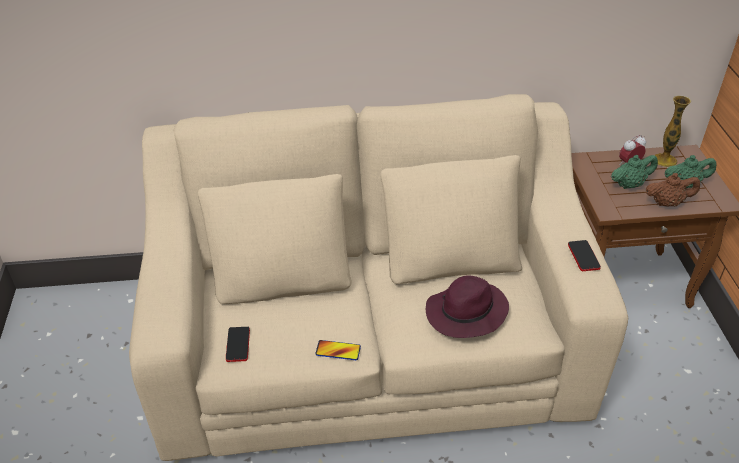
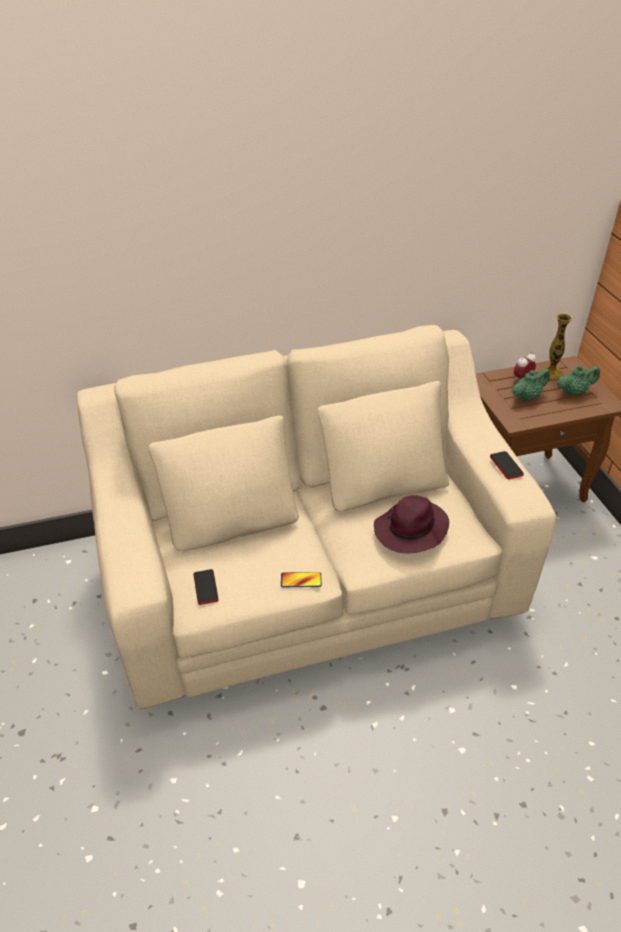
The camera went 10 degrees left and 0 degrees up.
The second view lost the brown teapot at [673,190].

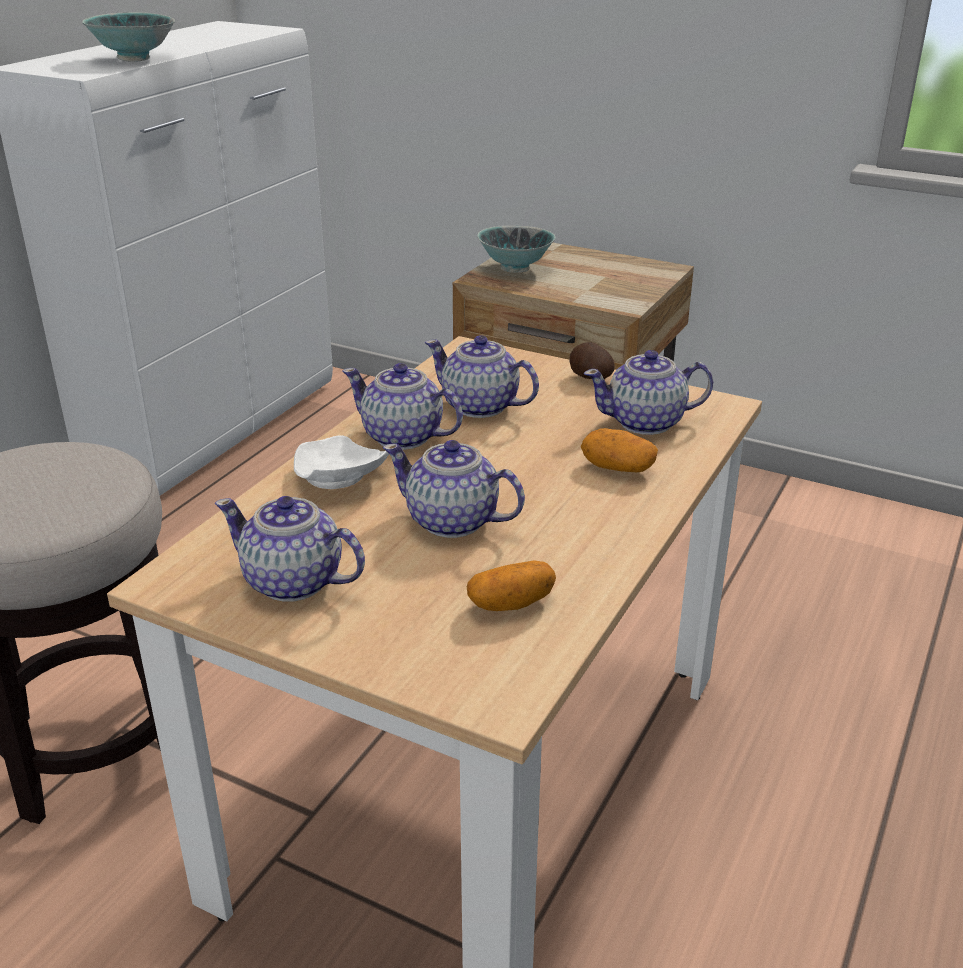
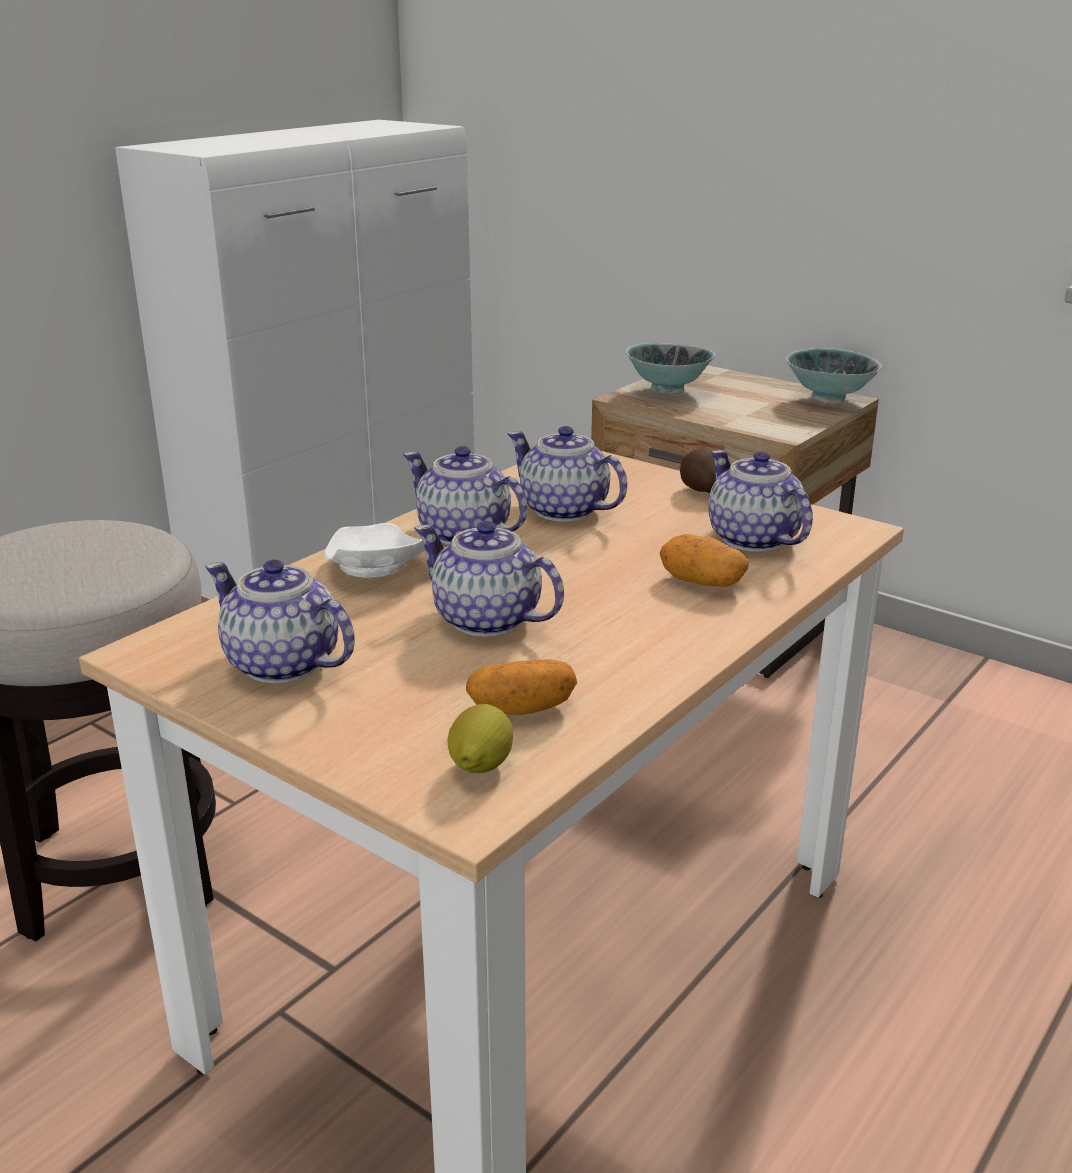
The camera went 10 degrees right and 5 degrees down.
The second view gained the lemon at [480,738].
The teapot at [648,392] ended up facing another way, 60 degrees clockwise from before.
The bowl ended up elsewhere, having gone from [128,37] to [834,376].

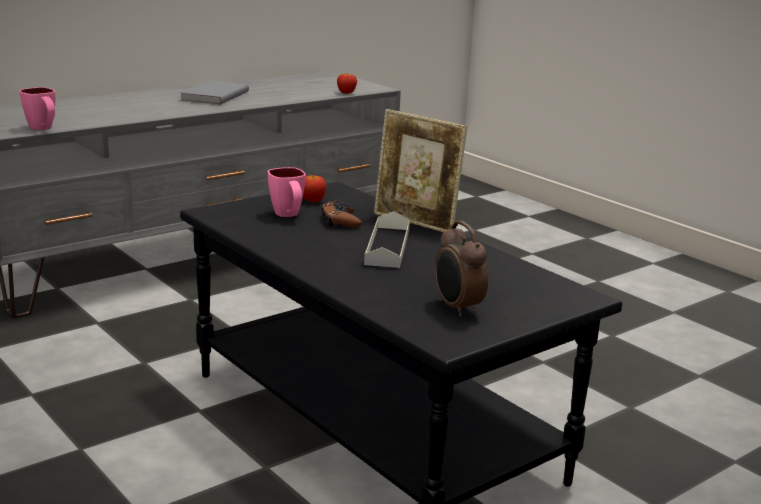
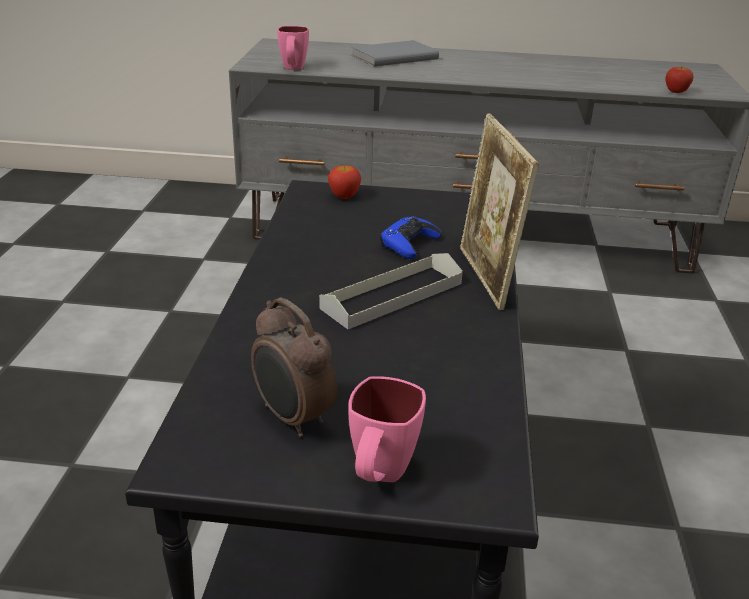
The camera went 45 degrees right and 10 degrees up.
The alarm clock at [461,269] ended up facing another way, 60 degrees counterclockwise from before.
The apple ended up elsewhere, having gone from [315,188] to [344,182].
The pink mug ended up elsewhere, having gone from [286,192] to [387,429].
The grey book ended up elsewhere, having gone from [214,92] to [395,53].
What was the brown game controller at [342,214] turned into the blue game controller at [411,237].

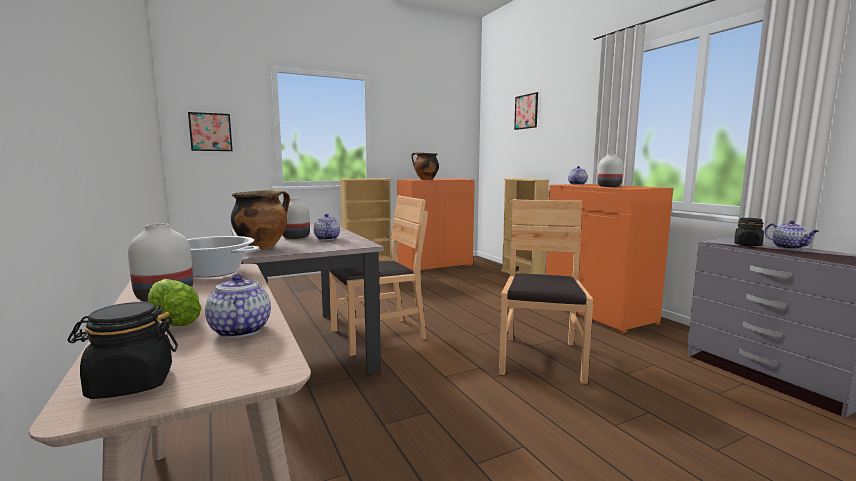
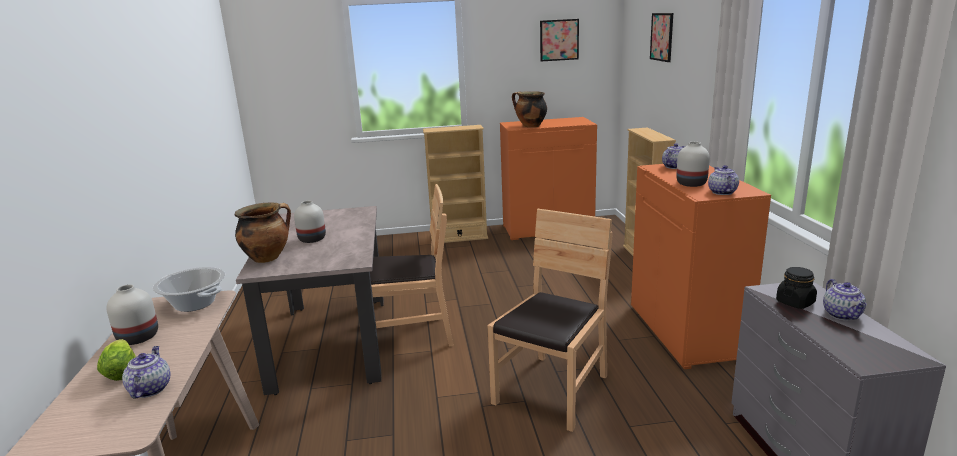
The camera went 20 degrees right and 10 degrees up.
The picture ended up elsewhere, having gone from [210,131] to [559,40].
The teapot ended up elsewhere, having gone from [326,227] to [723,180].
The second view lost the black jar at [123,350].

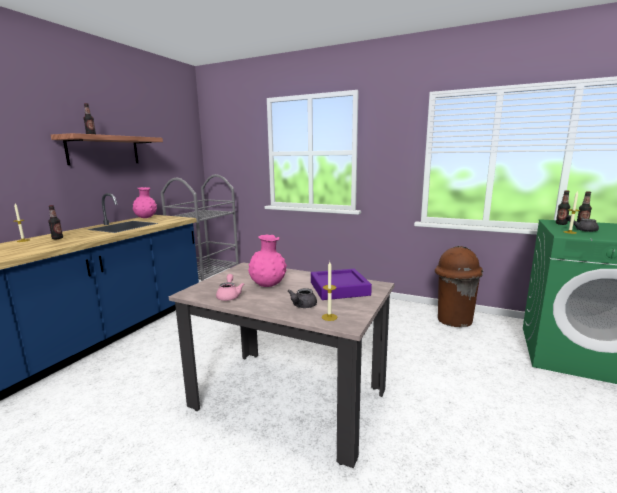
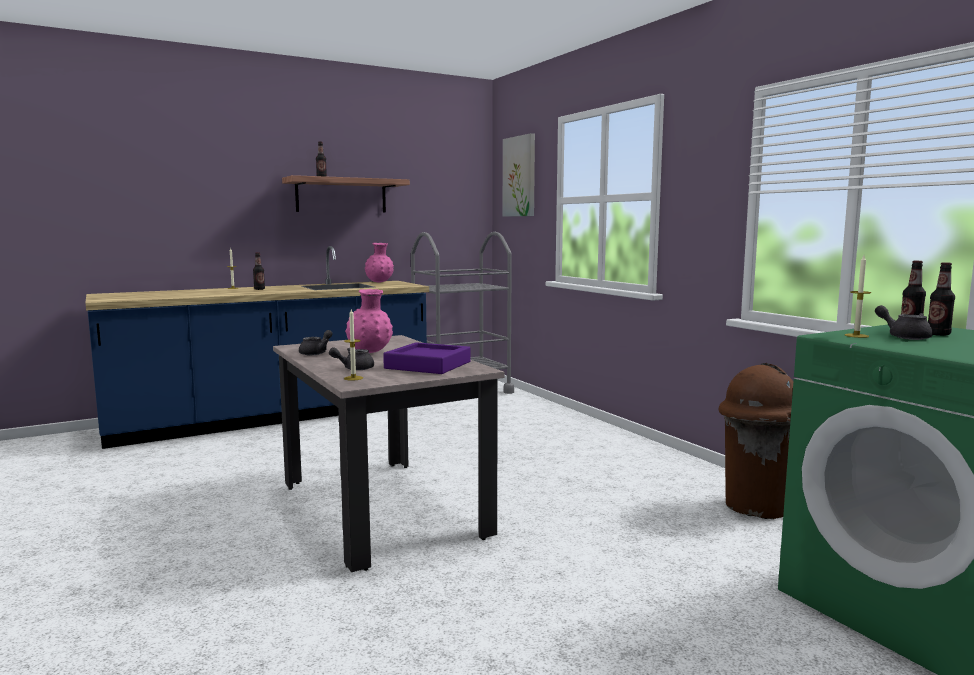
The camera went 35 degrees right and 5 degrees down.
What was the pink teapot at [230,287] turned into the grey teapot at [316,342].
The second view gained the picture at [519,175].

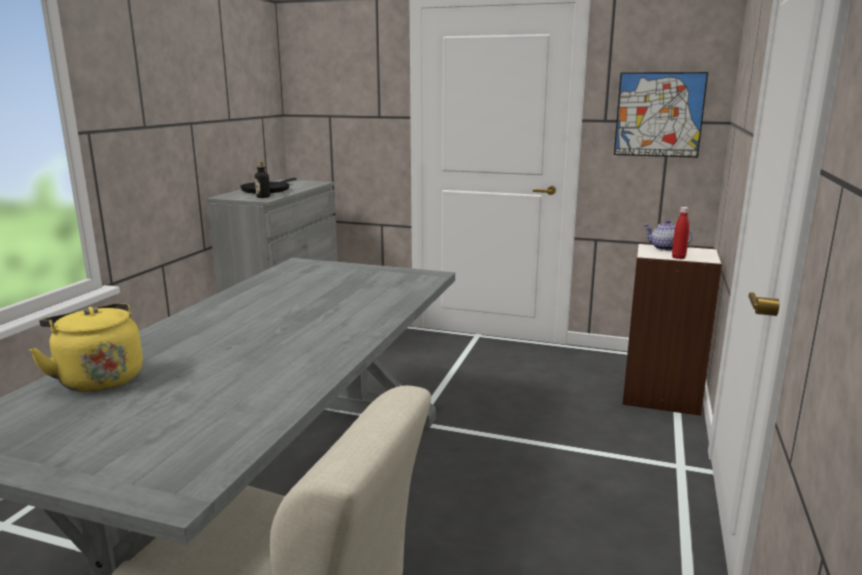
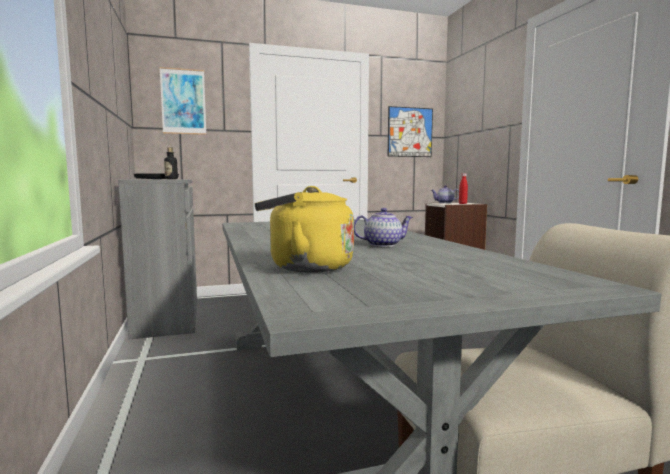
The camera went 35 degrees left and 10 degrees down.
The second view gained the picture at [183,101].
The second view gained the teapot at [383,227].

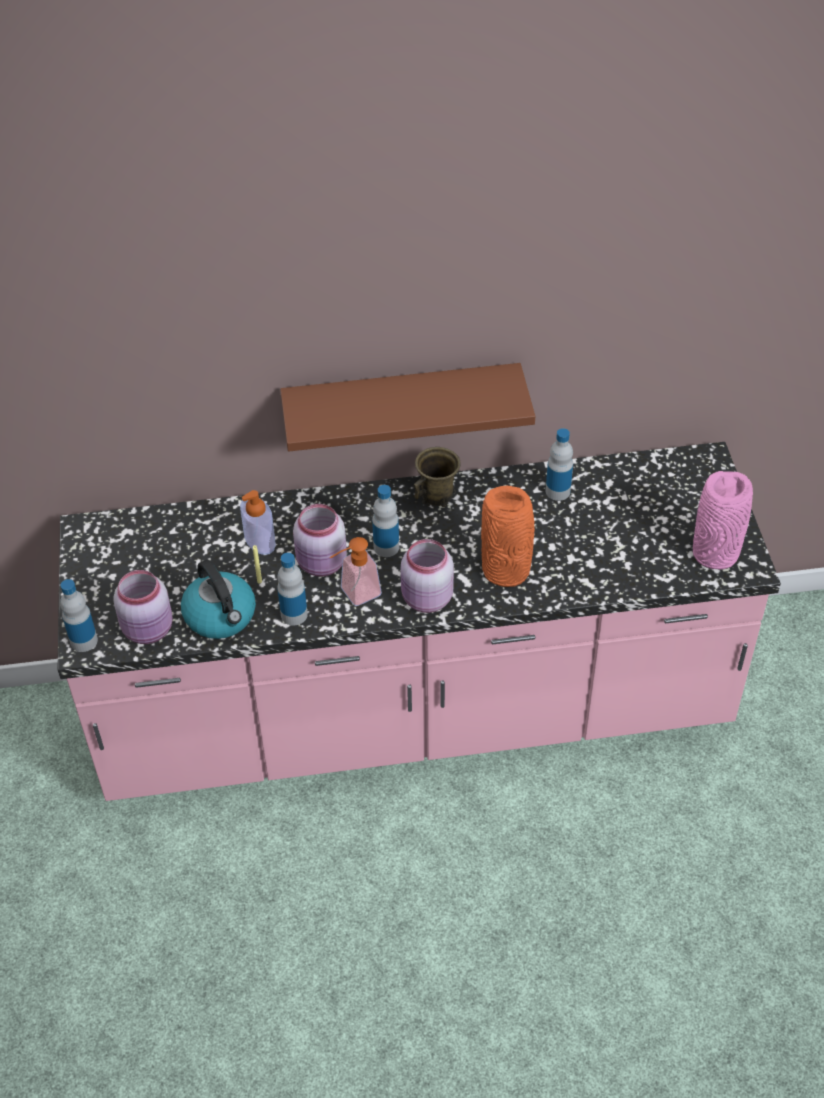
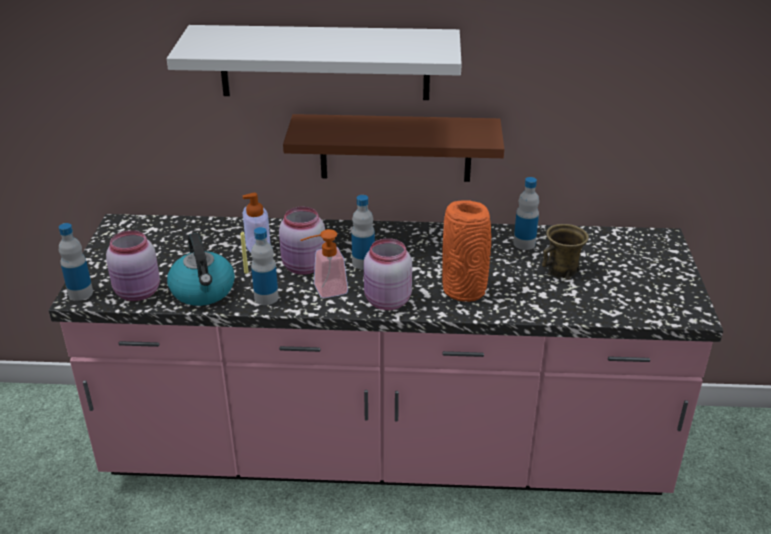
The camera went 10 degrees right and 15 degrees down.
The second view gained the white shelf at [314,62].
The brown mug ended up elsewhere, having gone from [437,477] to [565,251].
The second view lost the pink vase at [723,520].

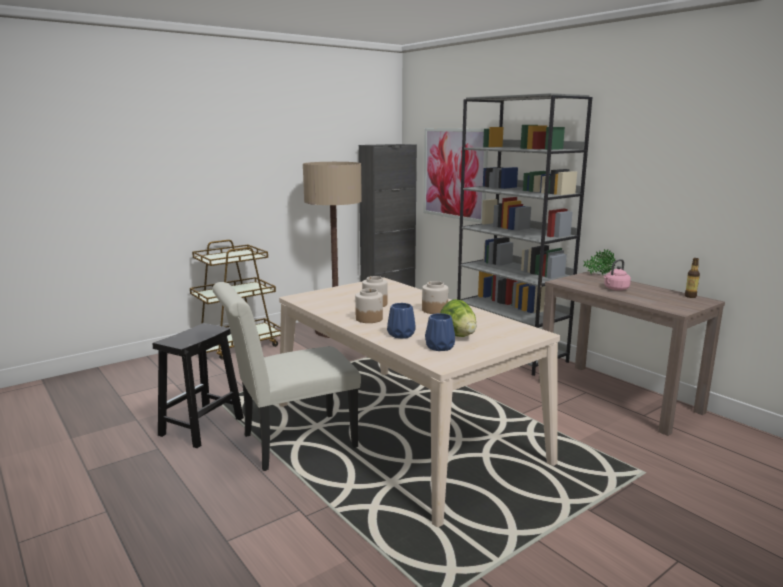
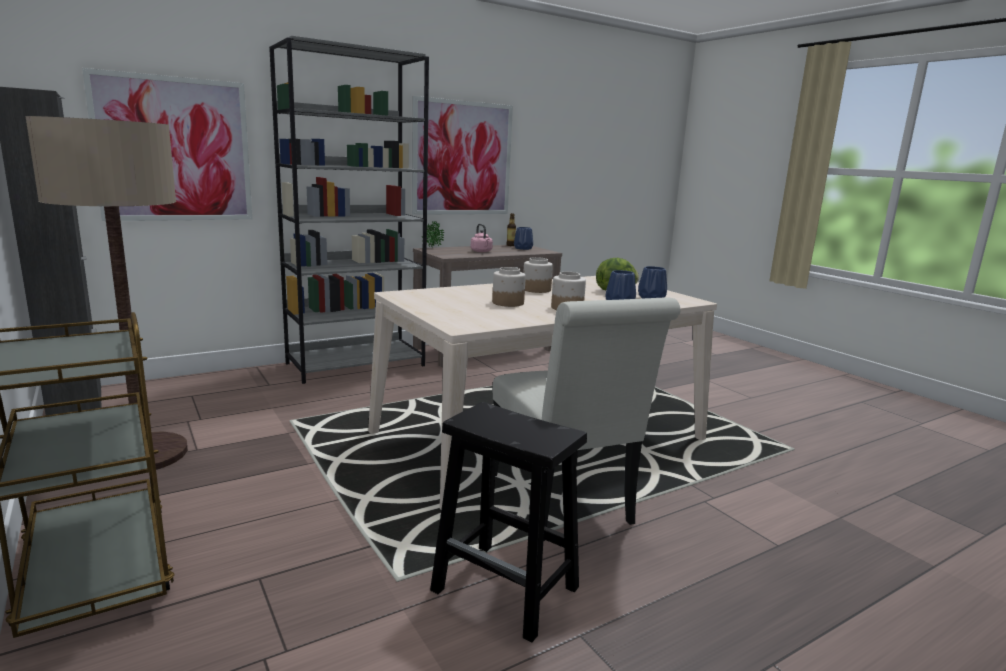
The camera went 85 degrees left and 0 degrees up.
The second view gained the picture at [462,155].
The second view gained the blue vase at [523,238].

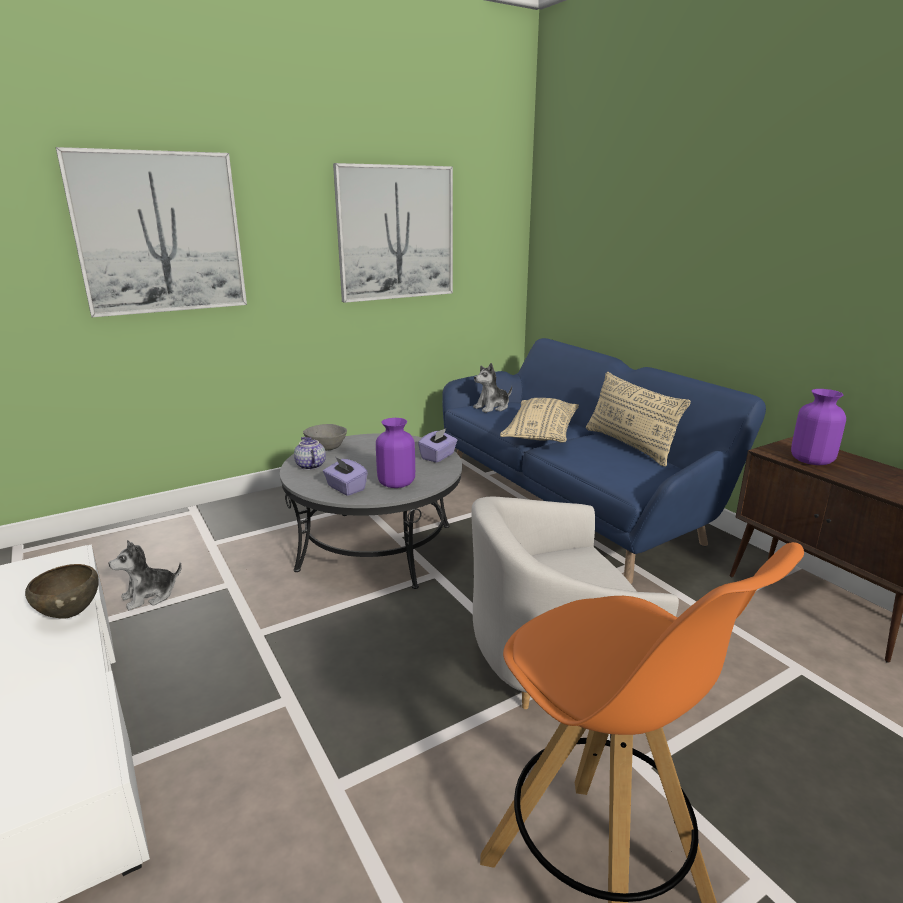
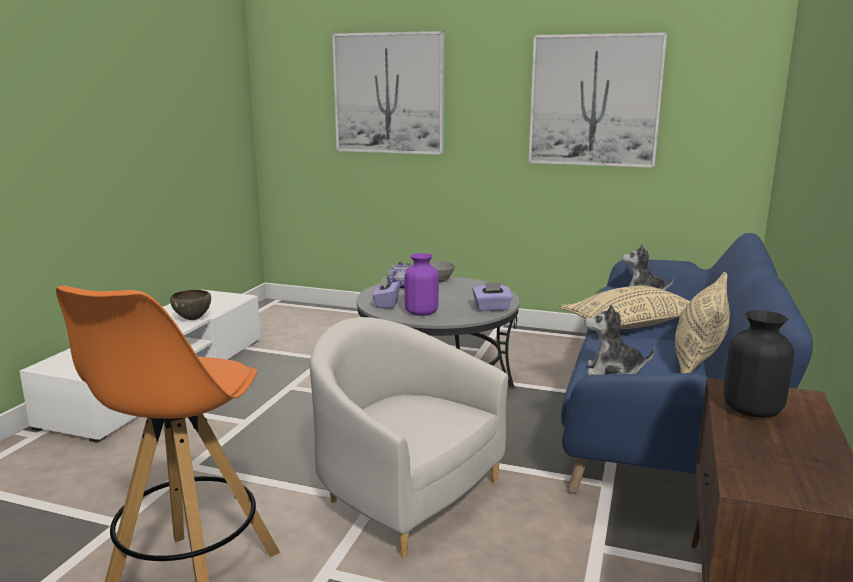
The camera went 50 degrees right and 5 degrees down.
The plush toy ended up elsewhere, having gone from [145,575] to [620,339].
What was the purple vase at [818,427] turned into the black vase at [758,364].

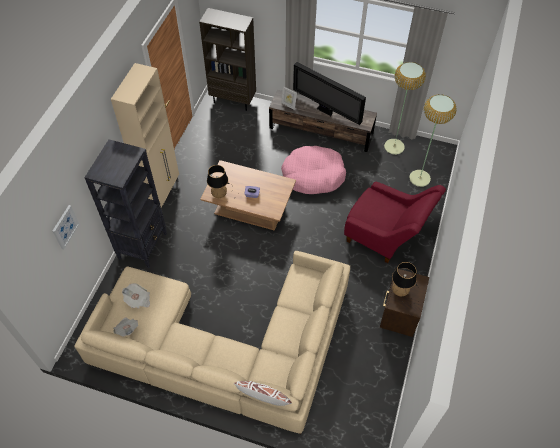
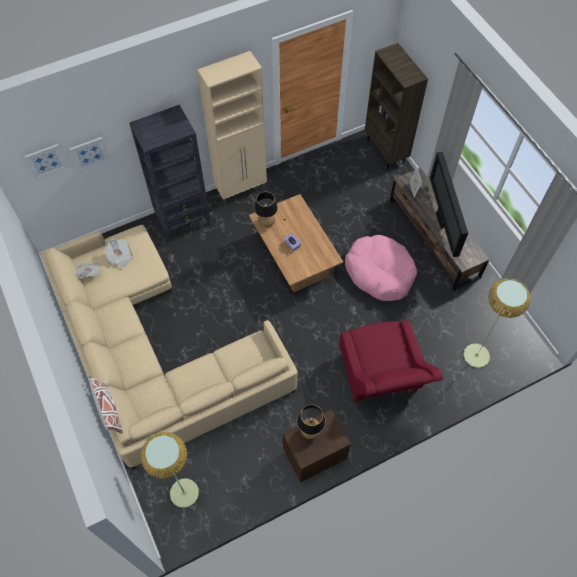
The camera went 45 degrees right and 5 degrees up.
The second view gained the picture at [46,161].
The floor lamp ended up elsewhere, having gone from [405,108] to [170,470].

